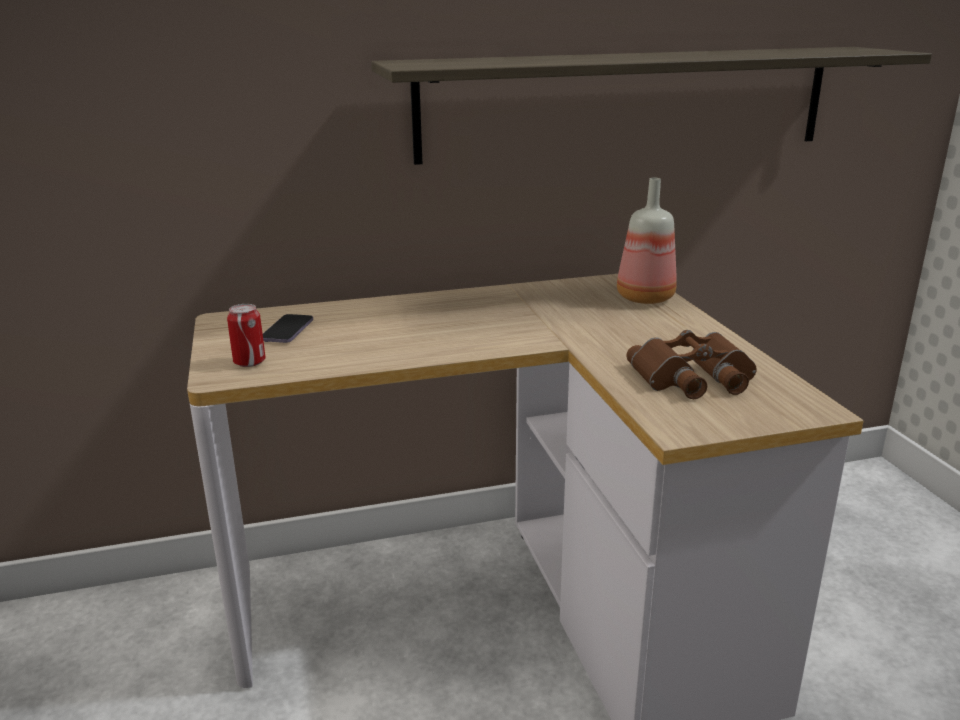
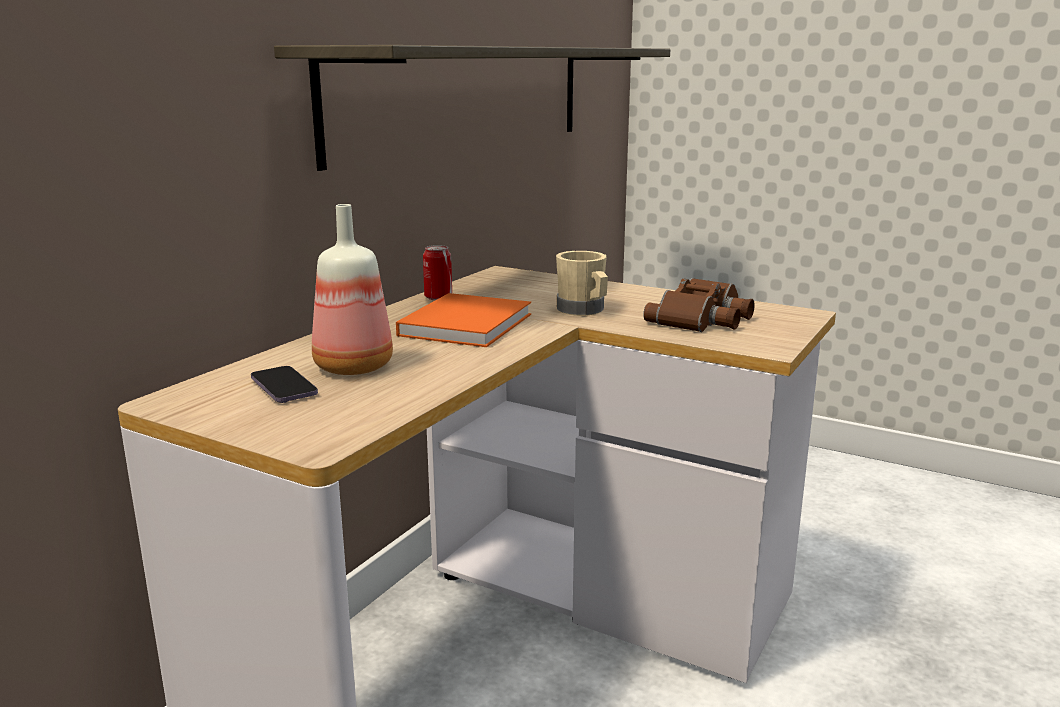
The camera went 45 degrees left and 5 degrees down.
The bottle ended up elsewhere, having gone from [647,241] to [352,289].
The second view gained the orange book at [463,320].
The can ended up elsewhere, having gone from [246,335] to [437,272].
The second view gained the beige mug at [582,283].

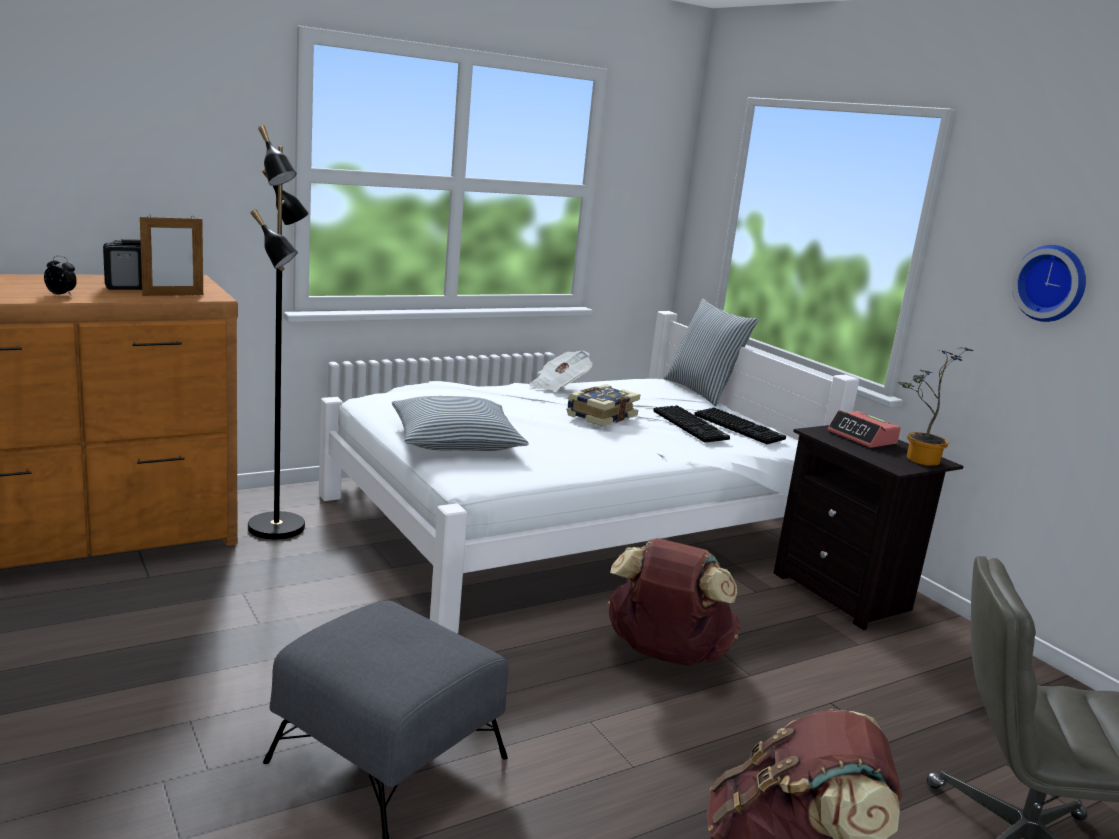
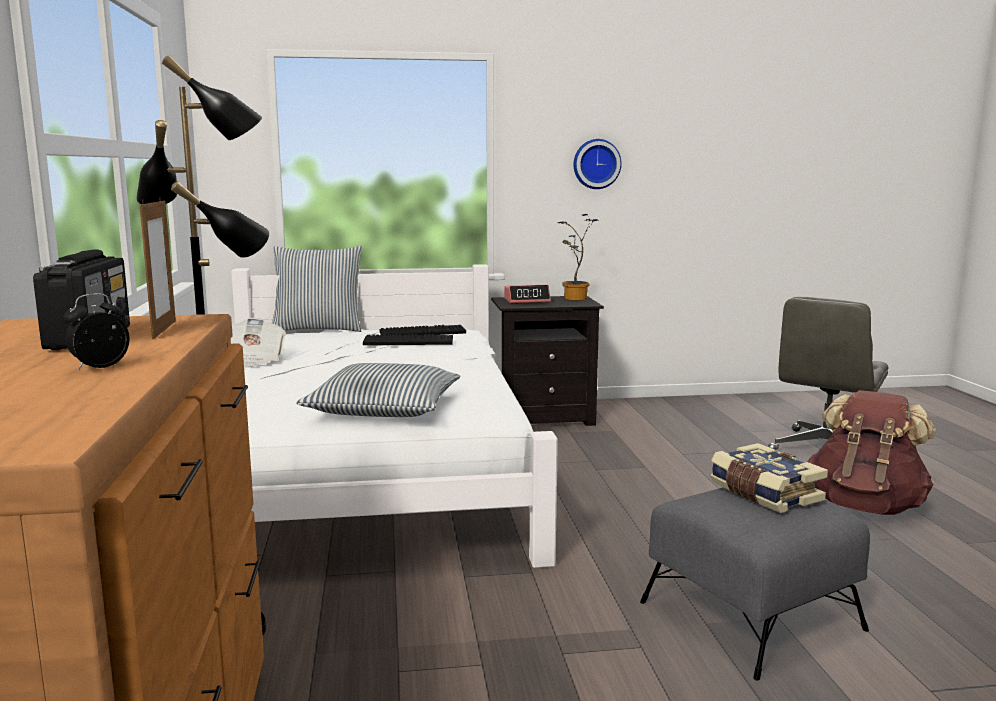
The camera went 65 degrees left and 5 degrees down.
The book ended up elsewhere, having gone from [603,405] to [769,478].
The second view lost the brown backpack at [674,602].

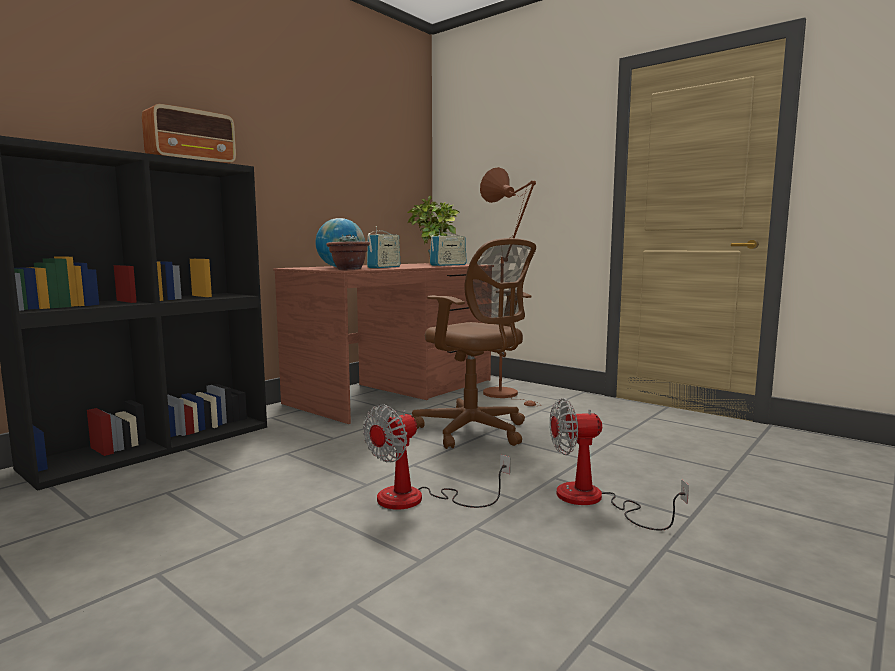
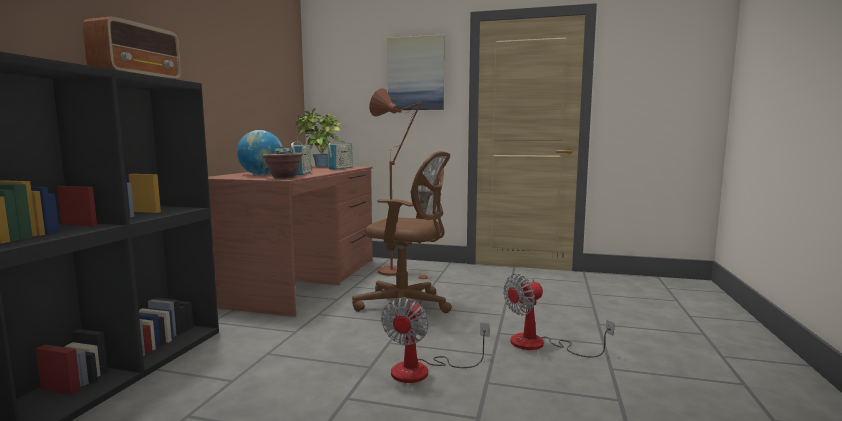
The camera went 25 degrees left and 0 degrees up.
The second view gained the picture at [415,72].

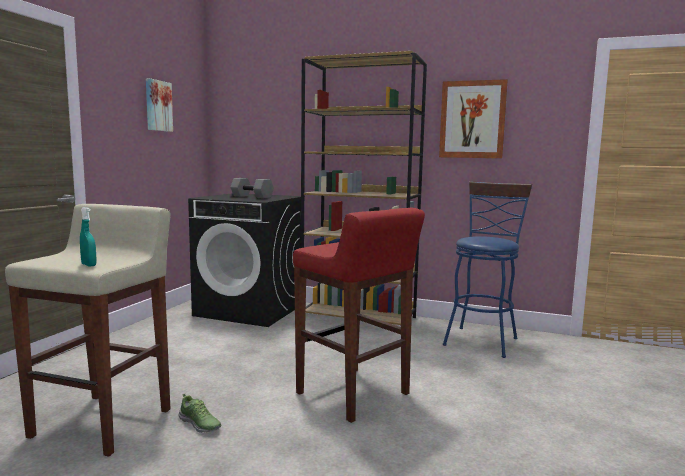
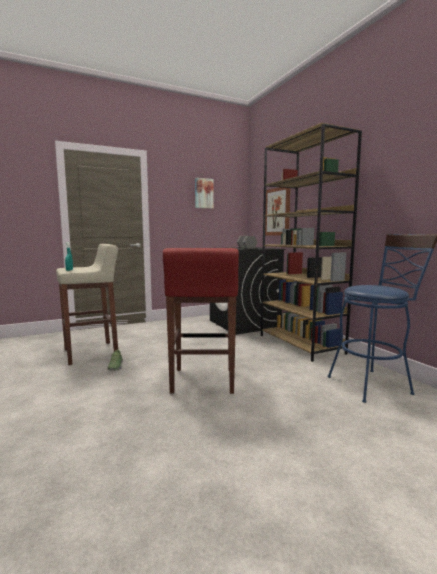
The camera went 45 degrees right and 0 degrees up.
The picture ended up elsewhere, having gone from [473,118] to [278,211].

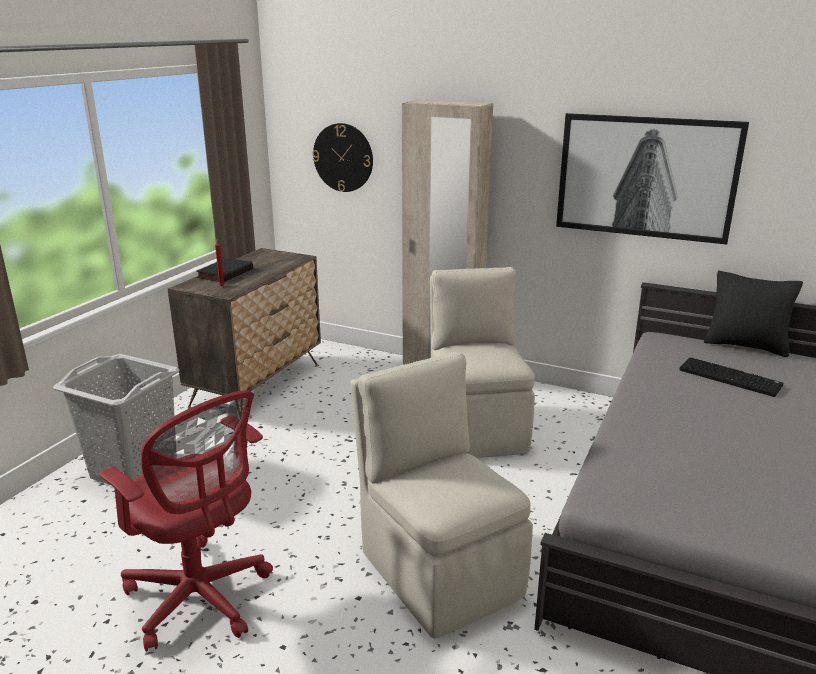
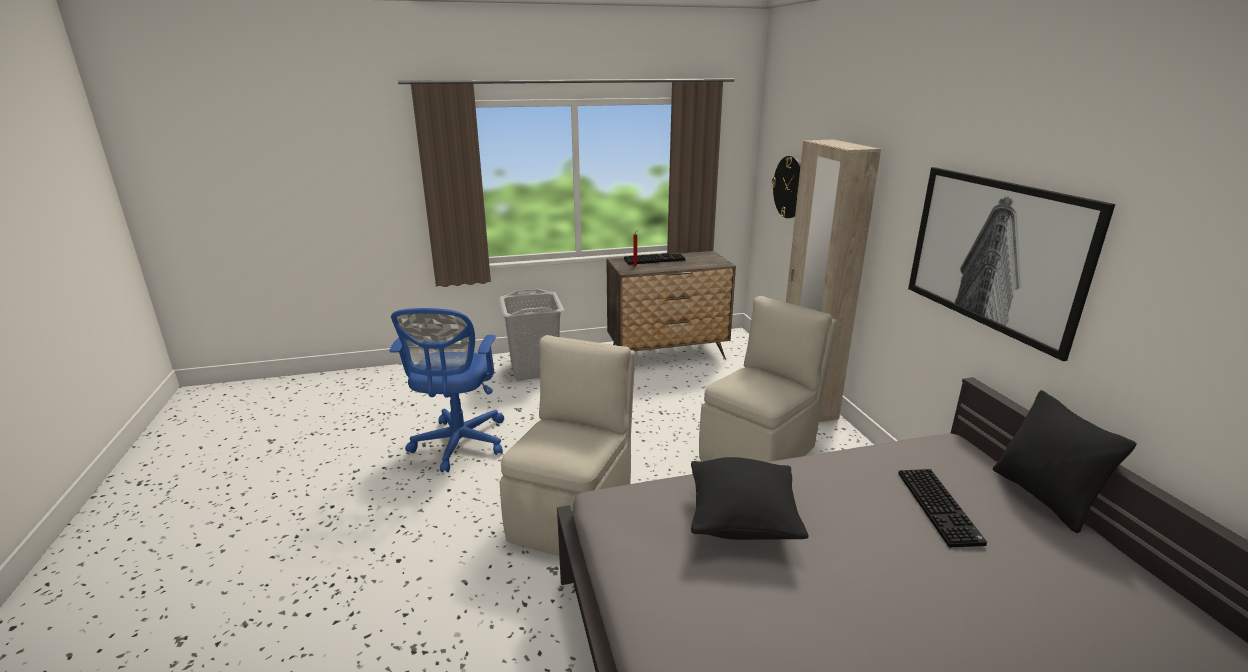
The camera went 50 degrees right and 0 degrees up.
What was the red office chair at [186,521] turned into the blue office chair at [446,390].
Where the black book stood at [224,270], the keyboard came to stand at [655,259].
The second view gained the black pillow at [750,498].

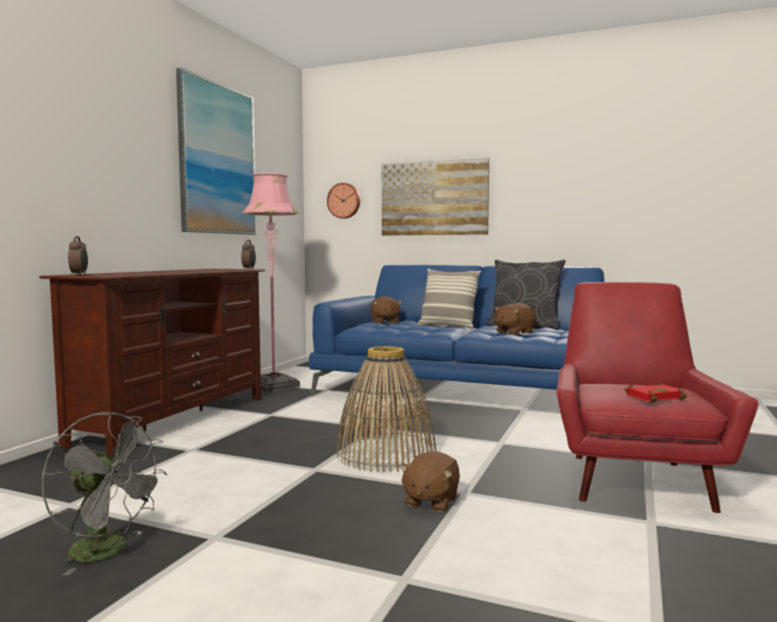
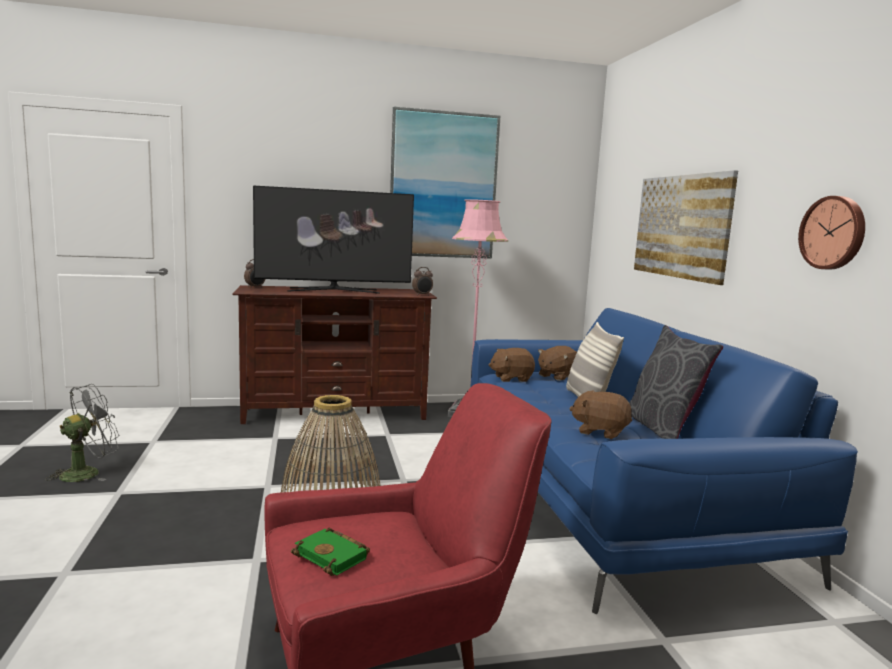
The camera went 55 degrees right and 5 degrees up.
The grey fan at [104,493] ended up facing another way, 135 degrees counterclockwise from before.
The second view gained the television at [333,240].
What was the red book at [656,392] turned into the green book at [330,552].
The brown plush toy ended up elsewhere, having gone from [429,481] to [512,365].
The wall clock ended up elsewhere, having gone from [343,201] to [831,232].

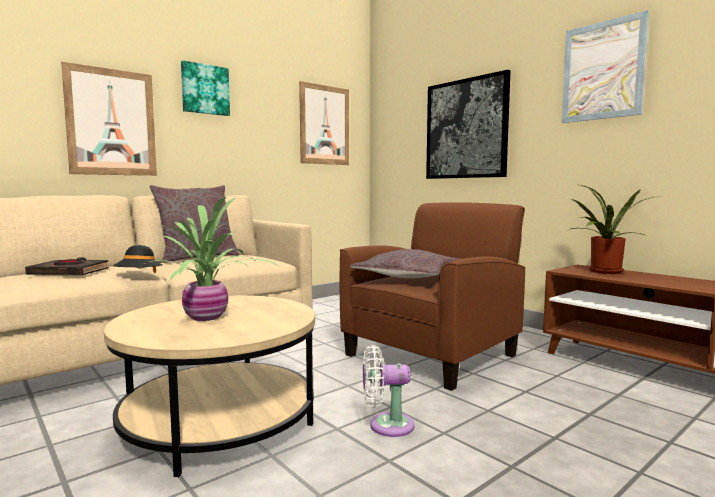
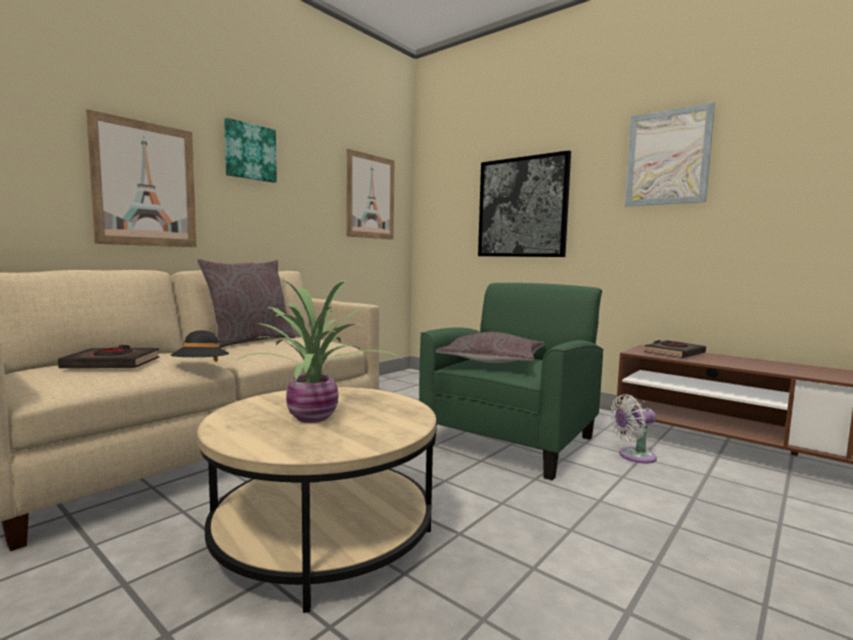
The camera went 10 degrees left and 0 degrees up.
What was the brown armchair at [432,296] turned into the green armchair at [511,381].
The white fan ended up elsewhere, having gone from [389,391] to [633,429].
Where the potted plant stood at [616,229], the black book came to stand at [675,349].

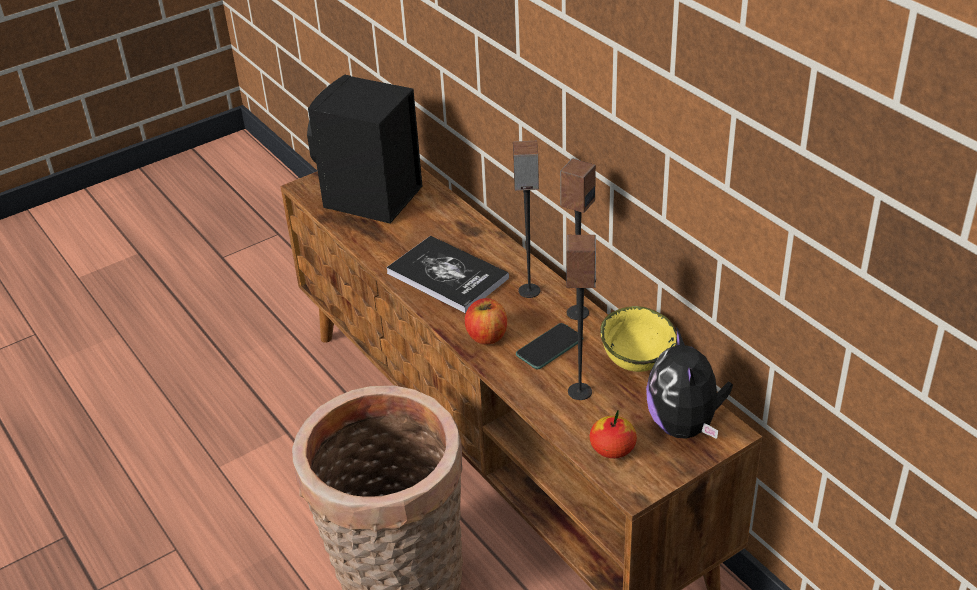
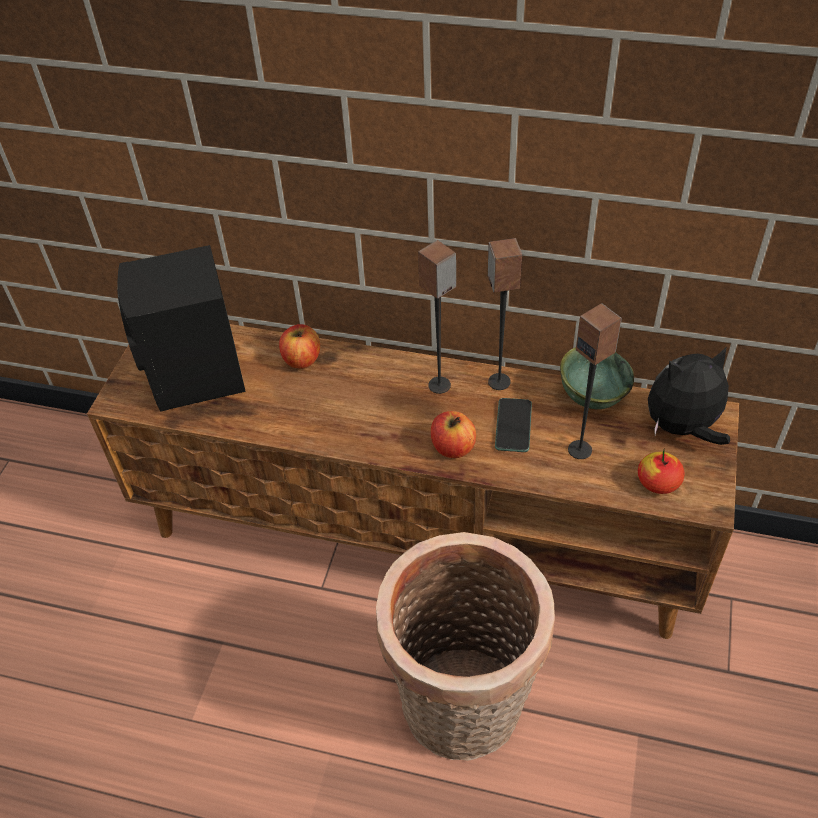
The camera went 40 degrees left and 10 degrees up.
The second view gained the apple at [299,346].
What was the yellow bowl at [638,339] turned into the green bowl at [597,378].
The plush toy at [689,382] ended up facing another way, 120 degrees clockwise from before.
The second view lost the book at [447,274].

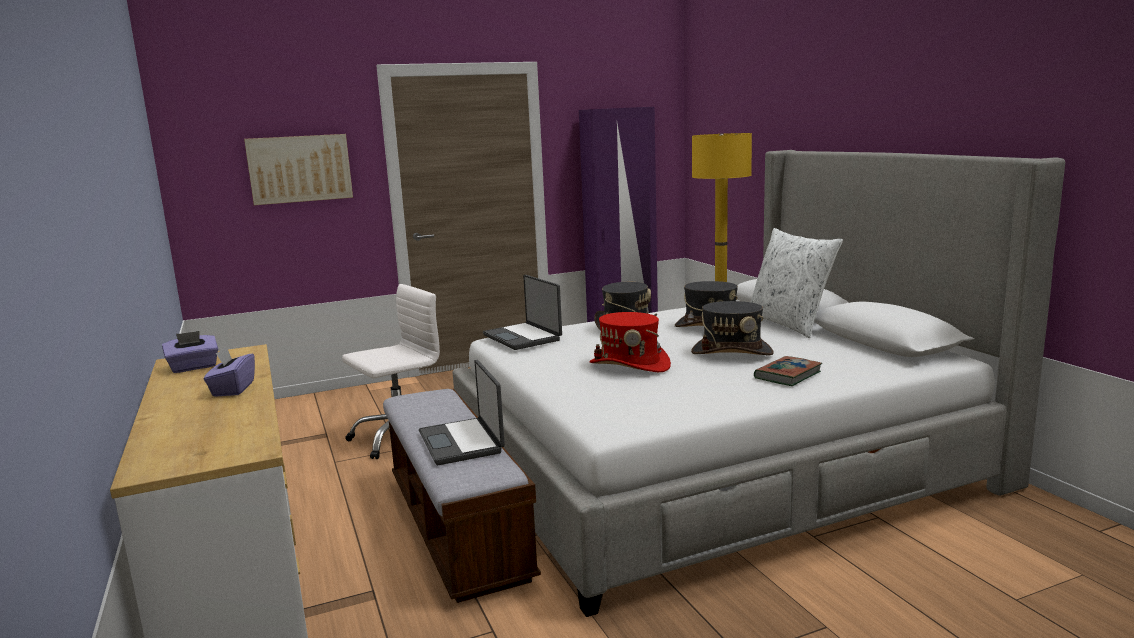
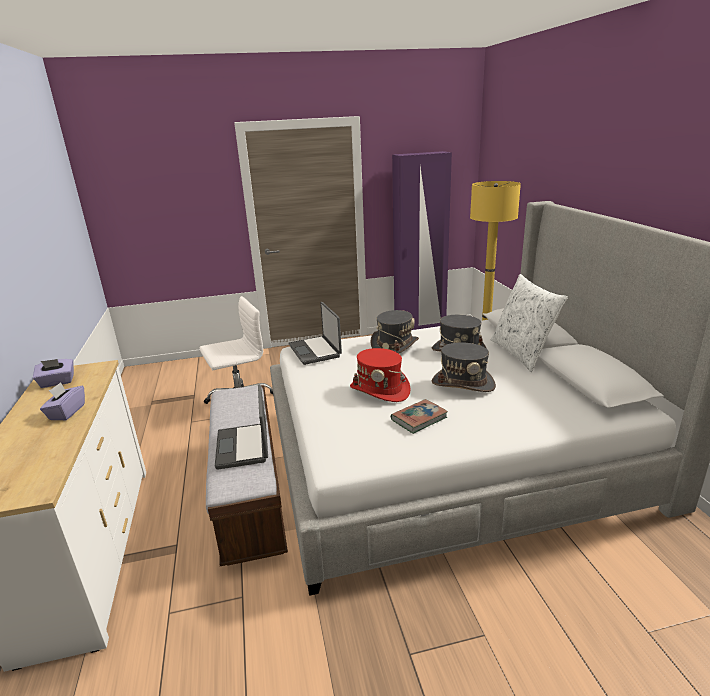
The camera went 10 degrees right and 10 degrees up.
The book ended up elsewhere, having gone from [788,371] to [419,416].
The second view lost the picture at [298,169].

